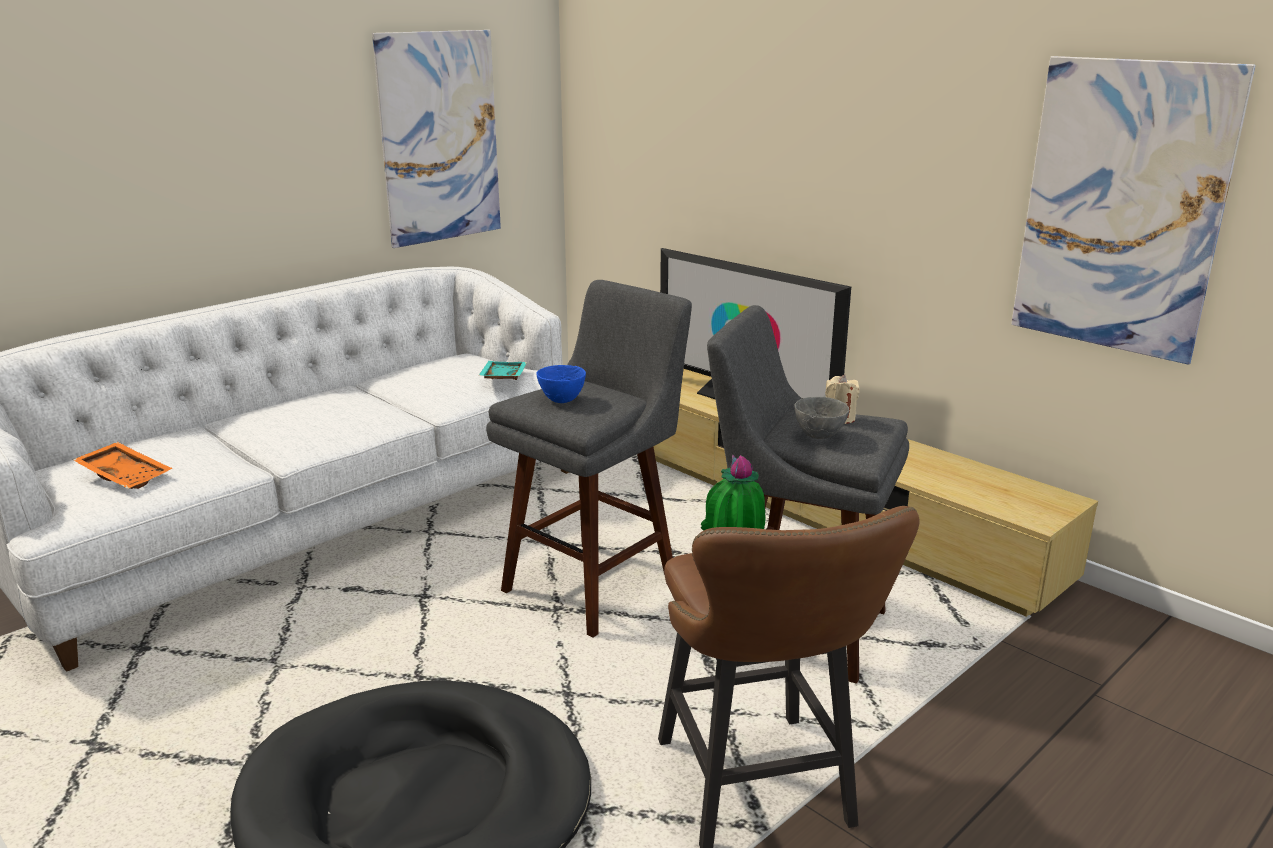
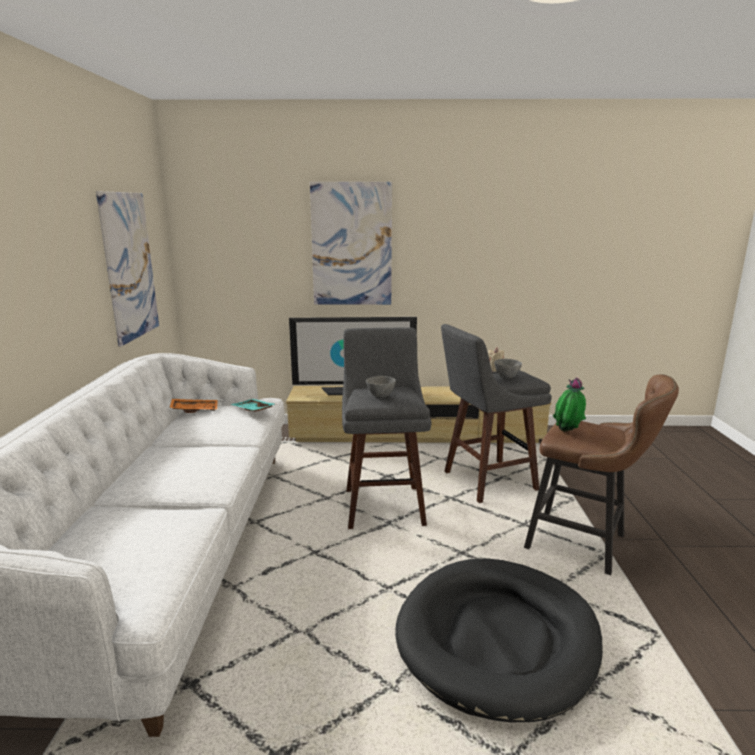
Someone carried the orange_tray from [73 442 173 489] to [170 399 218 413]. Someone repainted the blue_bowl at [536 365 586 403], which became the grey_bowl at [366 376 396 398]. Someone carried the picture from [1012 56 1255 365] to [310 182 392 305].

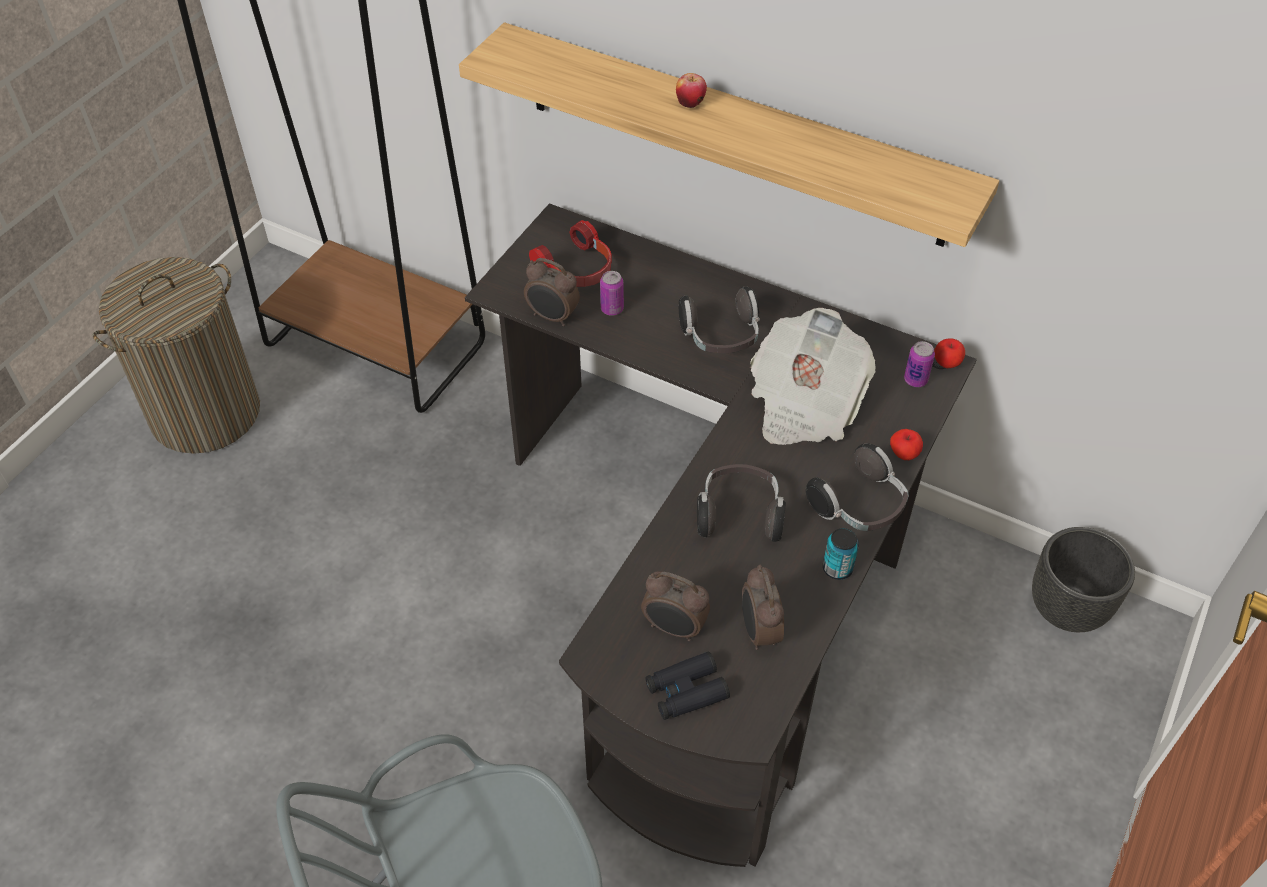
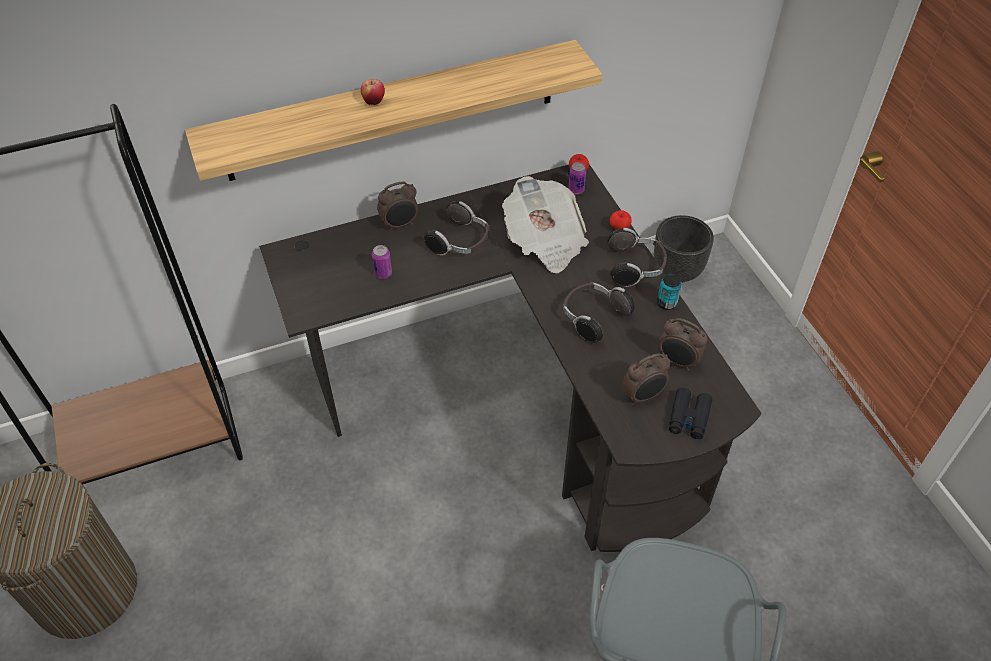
Someone carried the alarm_clock from [524 258 580 326] to [377 181 419 231]. Someone took away the headphones at [529 220 612 287].

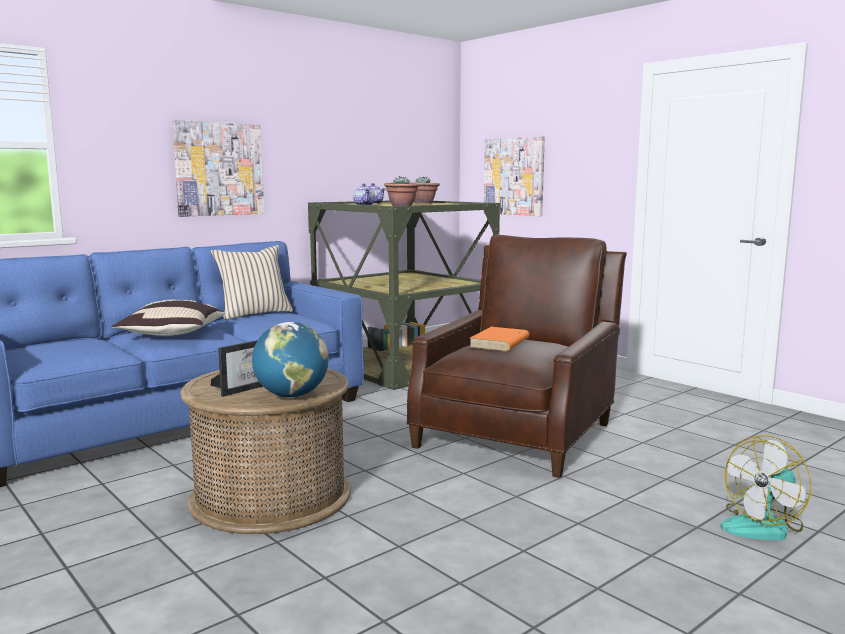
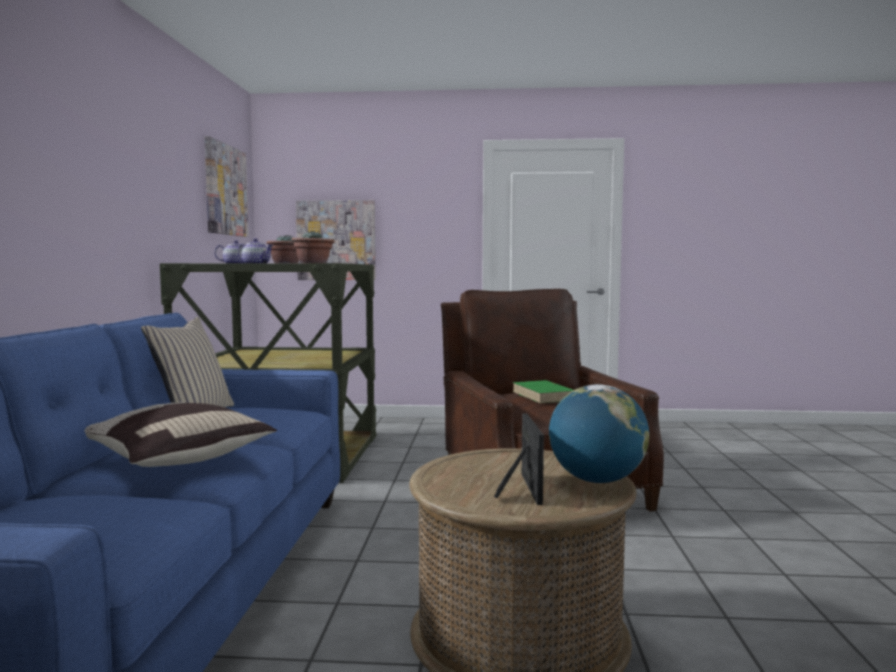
Someone carried the picture from [172 120 264 217] to [205 136 249 237]. Someone repainted the orange_book at [470 327 529 351], which became the green_book at [512 380 573 403]. Someone took away the fan at [721 435 811 540].

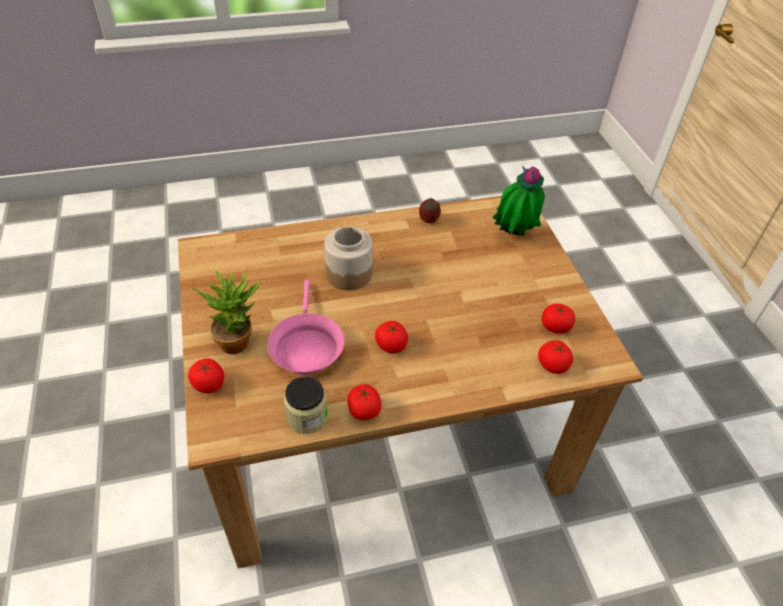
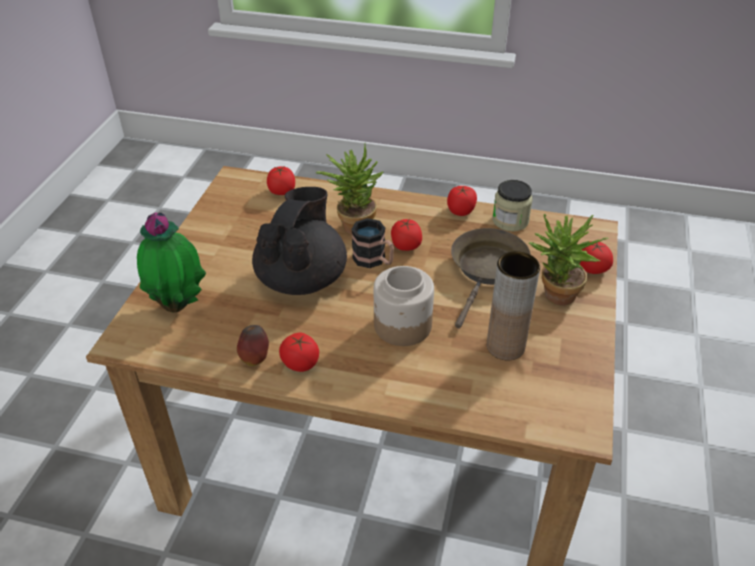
Someone repainted the pink_frying_pan at [267 280 344 375], which became the brown_frying_pan at [451 228 531 328]. Someone carried the tomato from [542 304 575 334] to [279 333 319 372]. Someone put down the black_teapot at [252 187 347 295]. Someone put down the potted_plant at [316 144 383 235]. Someone put down the mug at [351 218 394 268]. Someone put down the brown_vase at [487 251 540 361].

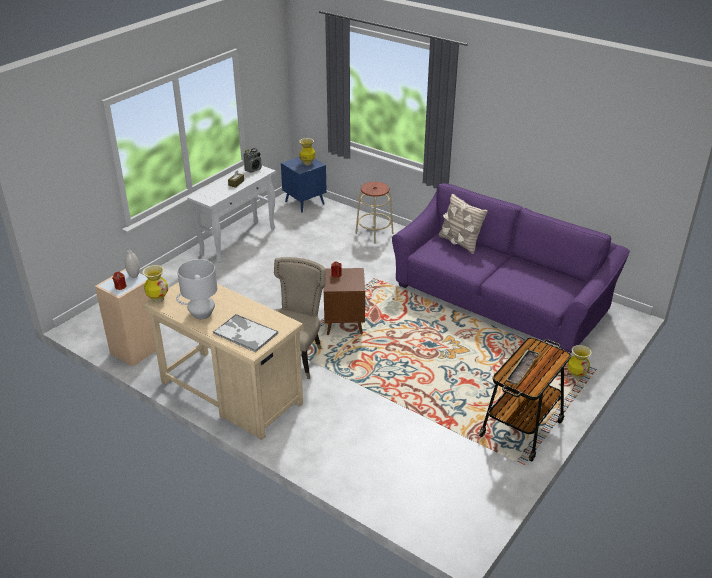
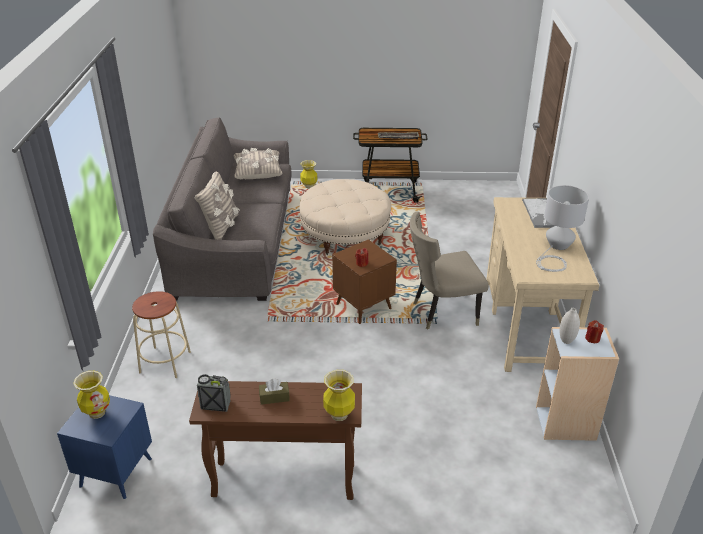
Someone carried the vase from [142 265 168 303] to [323 370 355 421]. Someone repainted the white_console_table at [187 166 276 263], which became the brown_console_table at [189 381 362 500]. Someone repainted the purple_sofa at [392 183 630 354], which became the grey_sofa at [153 117 291 301]. Someone put down the beige_pillow at [234 147 282 180]. Someone put down the beige_ottoman at [300 179 391 255].

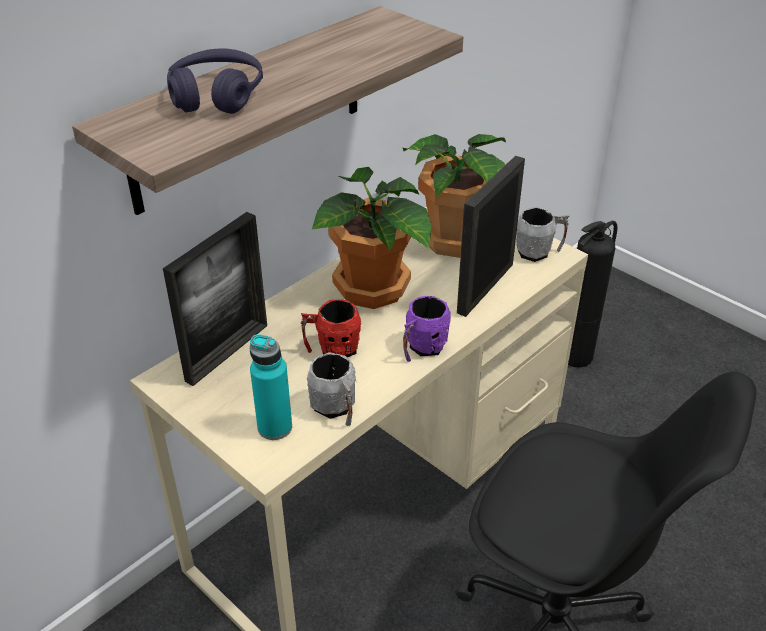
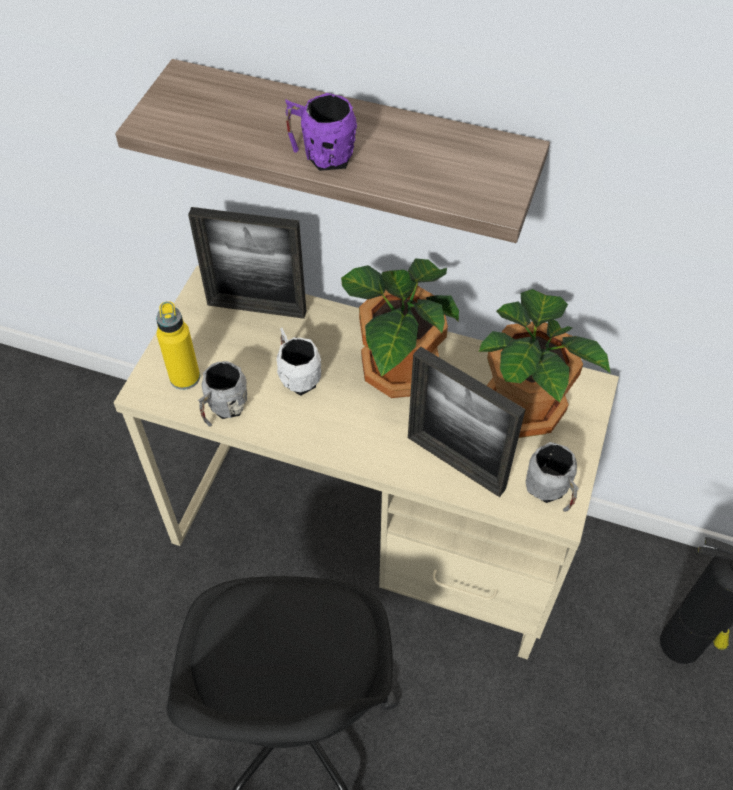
Someone took away the purple_headphones at [167 48 263 114]. Someone repainted the turquoise_bottle at [250 334 292 440], which became the yellow_bottle at [156 301 200 390]. Someone repainted the red_mug at [301 299 361 357], which became the white_mug at [276 328 321 396]. Someone carried the purple_mug from [403 296 451 362] to [285 93 357 171]. Someone rotated the picture_frame at [457 156 525 317] by 150 degrees counterclockwise.

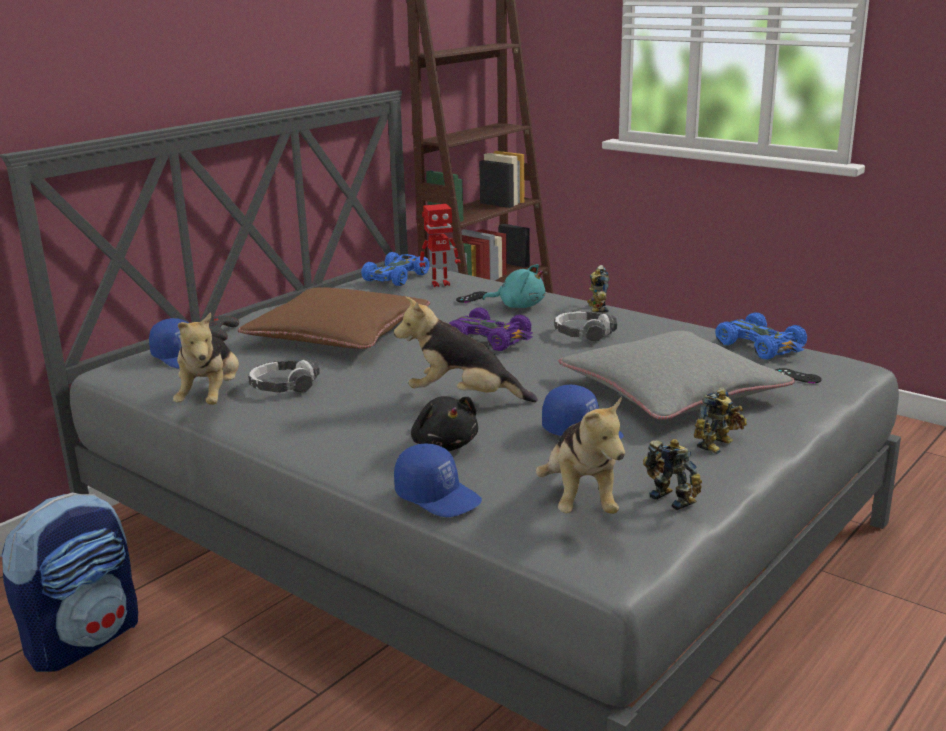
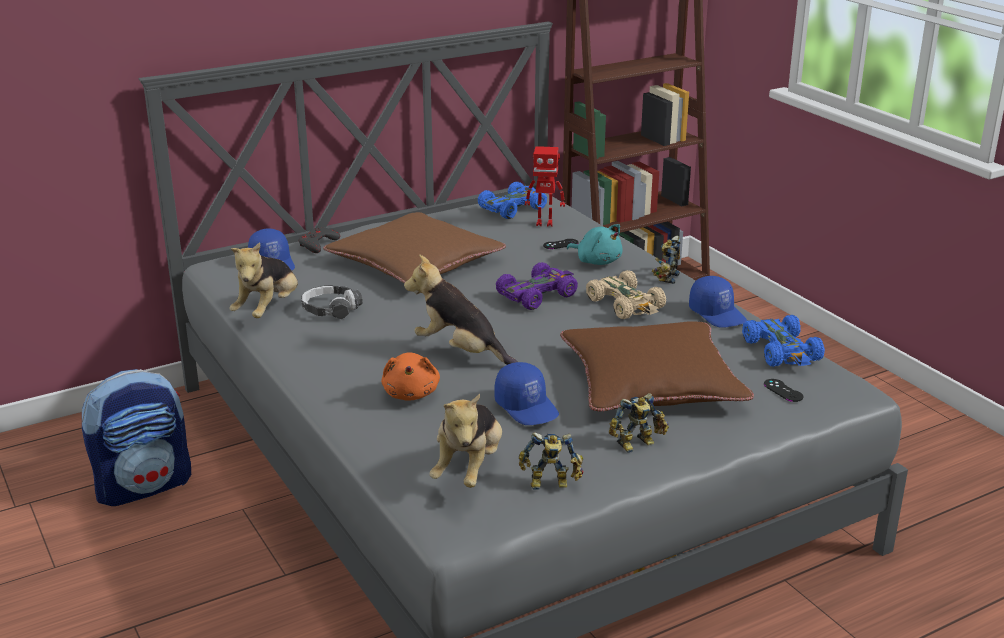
Someone carried the blue_cap from [394 443 482 517] to [689 276 747 328]. Someone repainted the black_plush_toy at [411 396 478 451], which became the orange_plush_toy at [381 352 440 401]. Someone rotated the purple_toy_car at [449 307 533 351] by 90 degrees counterclockwise. Someone swapped the headphones at [554 311 617 342] for the beige_toy_car at [586 270 666 319]. Someone repainted the grey_pillow at [558 331 795 419], which became the brown_pillow at [560 321 754 412]. Someone rotated the toy_robot at [643 439 702 510] by 105 degrees clockwise.

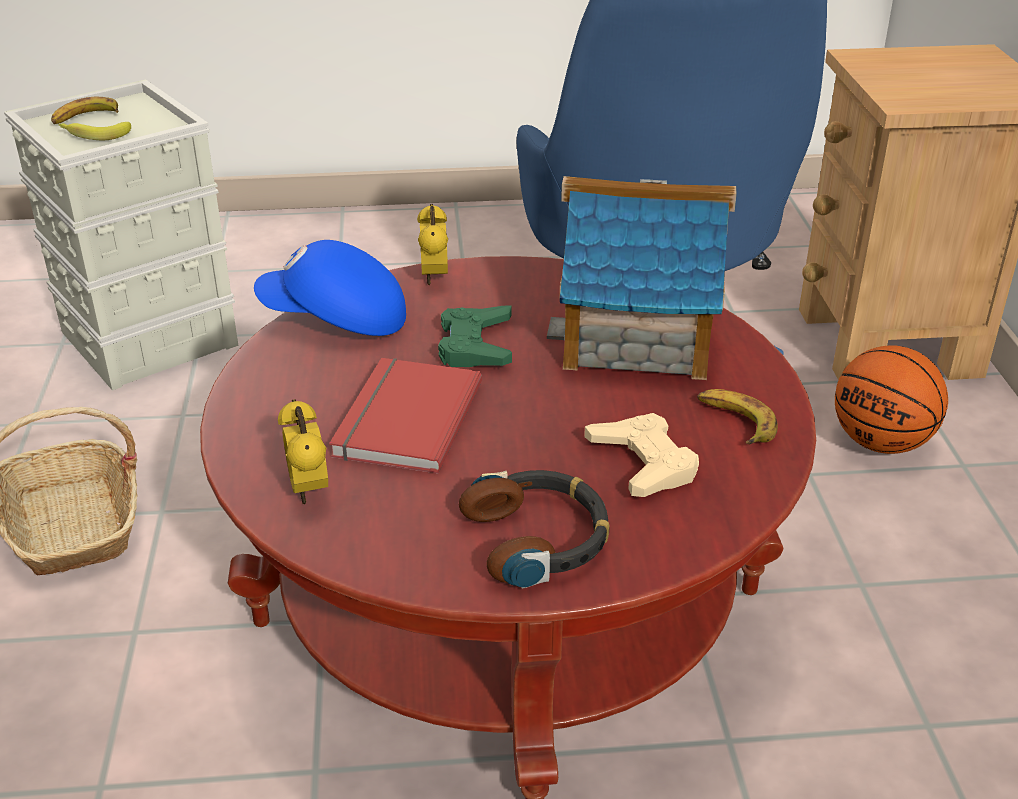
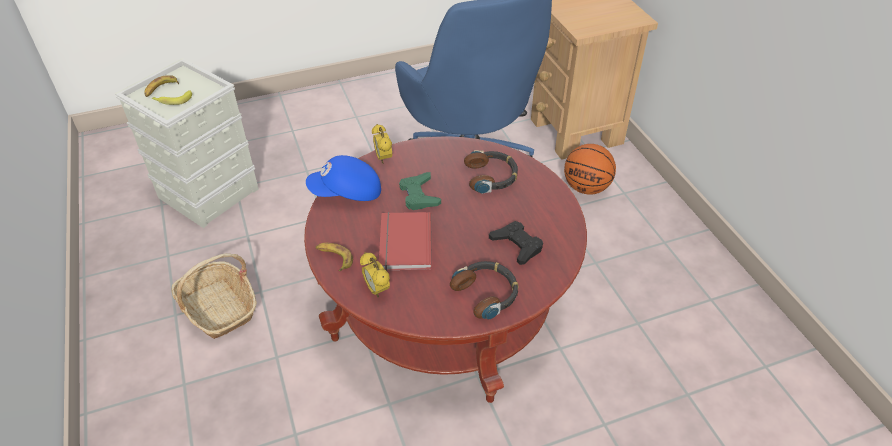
Someone swapped the toy_house at [547 176 737 380] for the headphones at [464 150 518 194]. Someone repainted the beige_game_controller at [584 413 699 497], which became the black_game_controller at [489 221 543 265]. Someone carried the banana from [697 389 778 445] to [315 243 353 271].

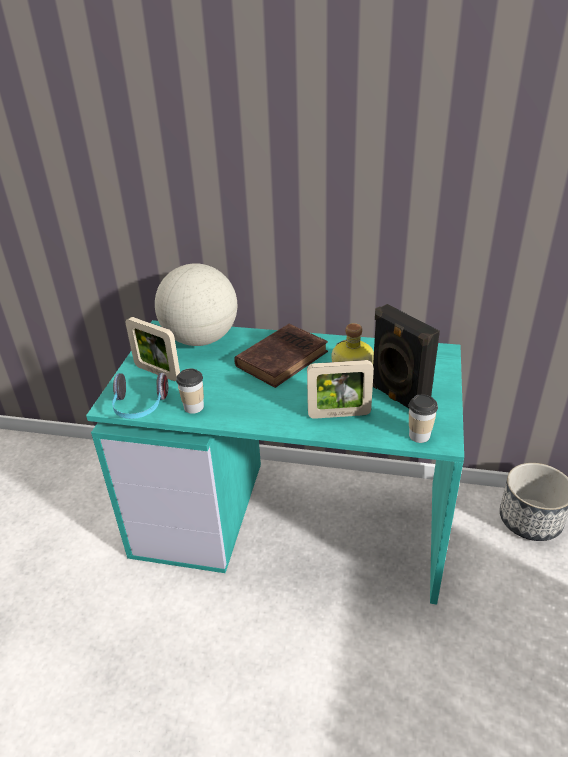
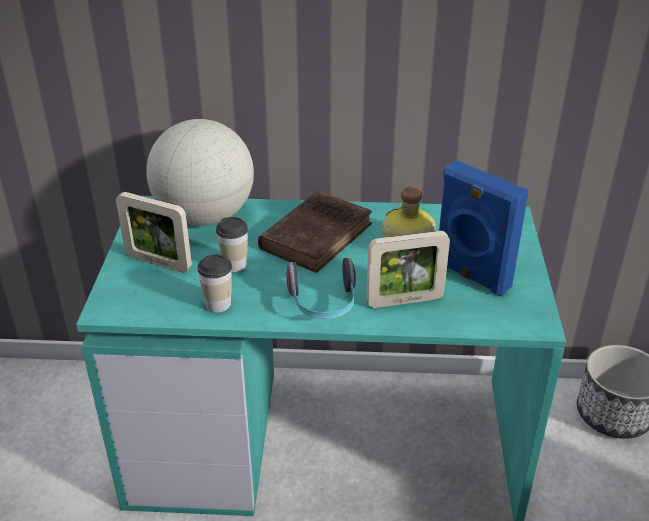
Someone carried the headphones from [112 373 168 419] to [286 258 356 319]. Someone repainted the black_speaker at [373 304 440 408], which became the blue_speaker at [439 160 529 296]. Someone carried the cup from [409 395 438 443] to [216 217 248 272].

